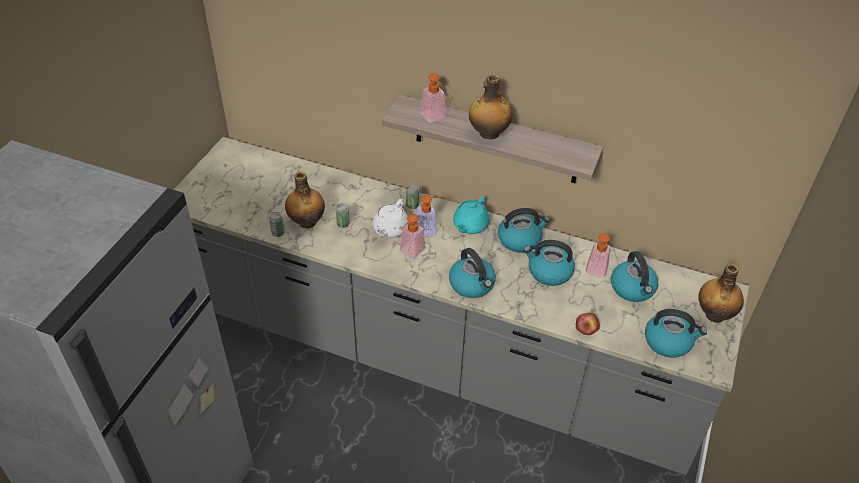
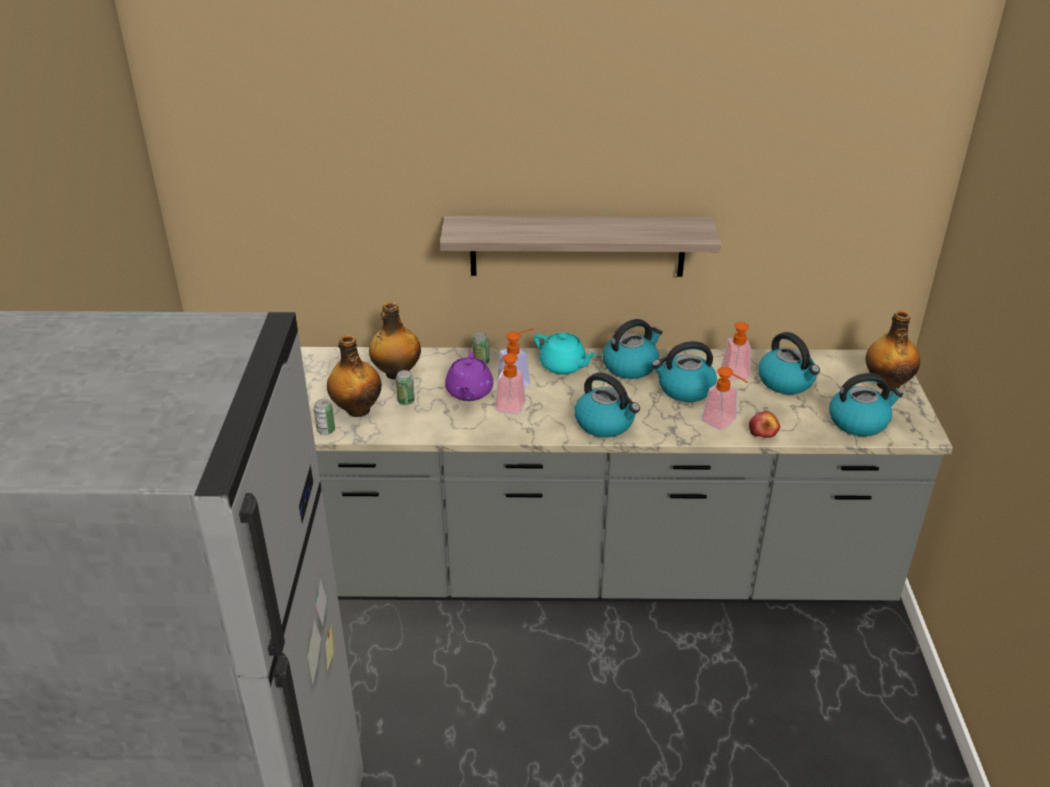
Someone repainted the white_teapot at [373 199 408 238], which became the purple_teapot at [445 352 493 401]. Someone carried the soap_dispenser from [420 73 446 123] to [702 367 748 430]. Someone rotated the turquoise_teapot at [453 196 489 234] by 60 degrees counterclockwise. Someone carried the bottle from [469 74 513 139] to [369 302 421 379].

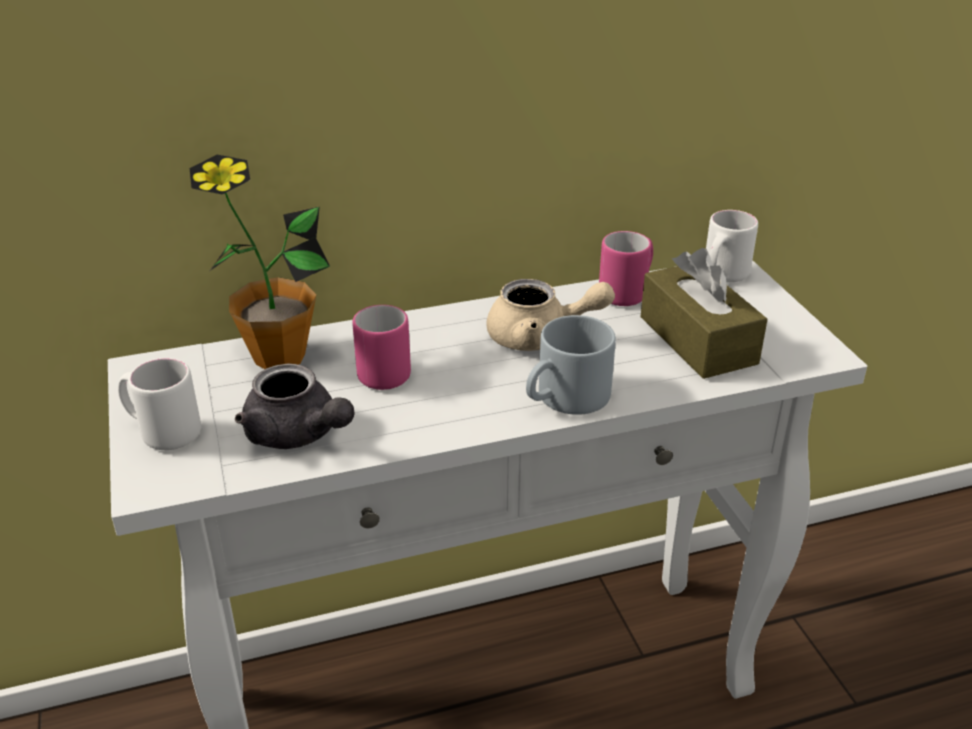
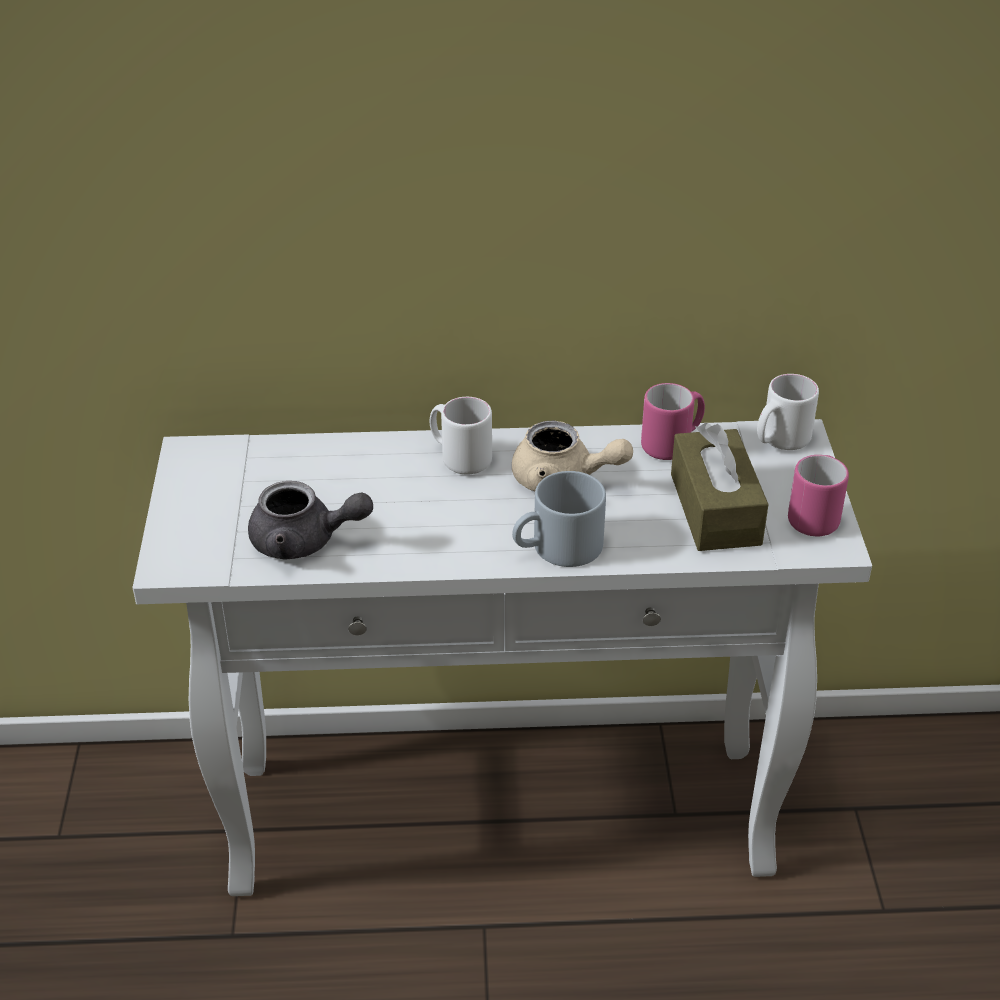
Someone carried the white_mug from [118 358 201 450] to [429 397 492 475]. Someone took away the potted_plant at [190 155 330 369]. Someone rotated the grey_teapot at [235 364 355 449] by 45 degrees counterclockwise. Someone carried the pink_mug from [352 305 411 390] to [788 455 849 537].

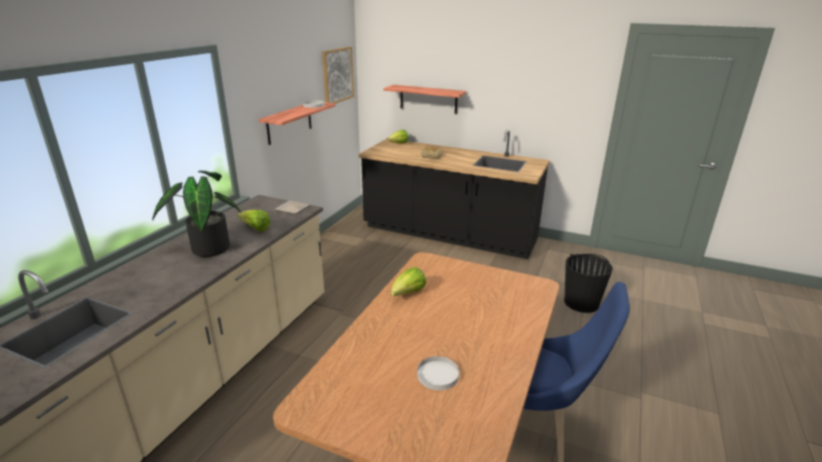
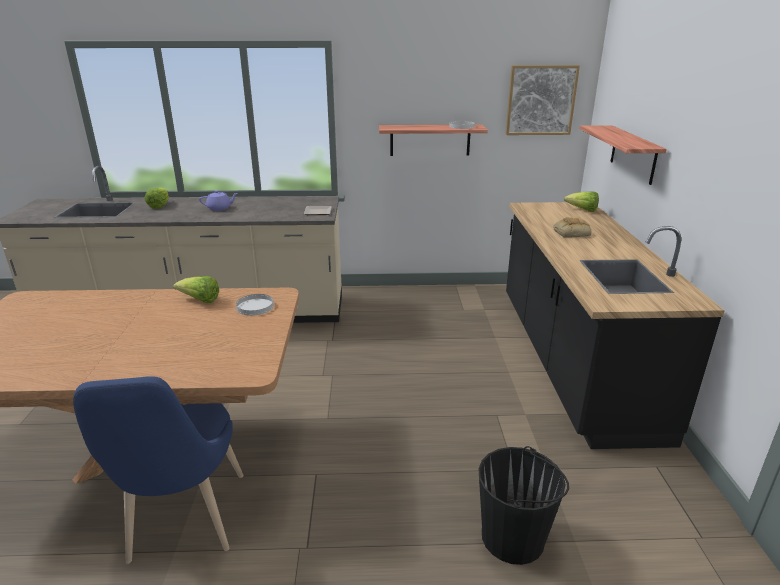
Someone swapped the potted_plant at [152 171 241 257] for the purple_teapot at [199 190 238 211]. Someone carried the lettuce from [237 210 270 232] to [145 188 169 209]. Someone carried the white_plate from [417 356 459 390] to [236 294 274 316].

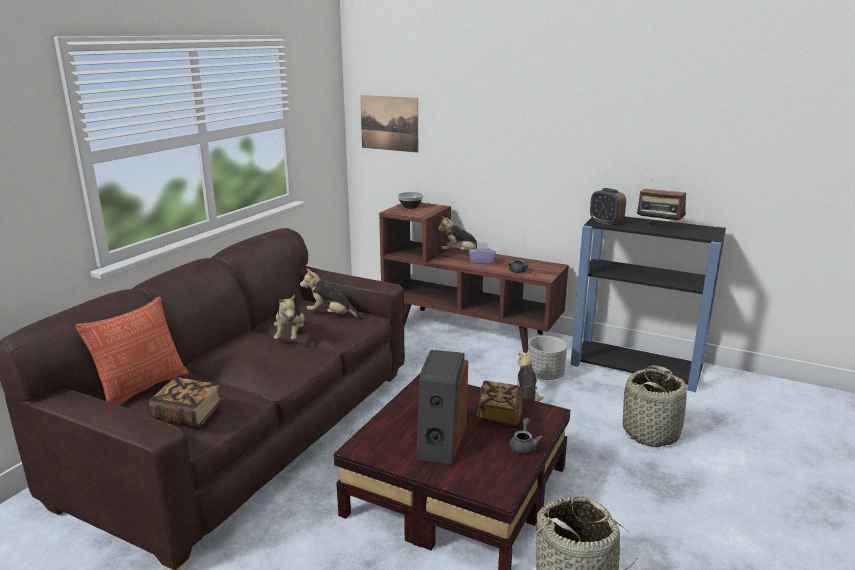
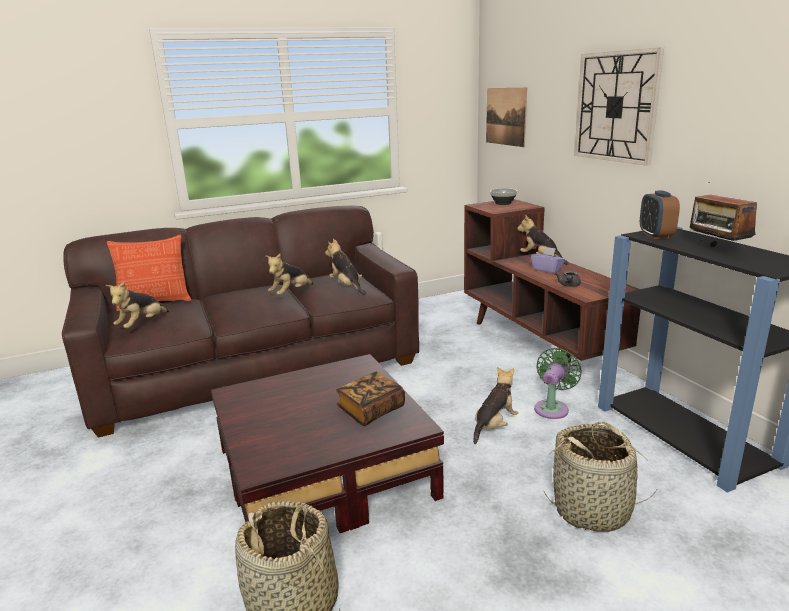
Someone swapped the book at [148 377 223 427] for the plush_toy at [106 282 169 329]. Someone took away the speaker at [416 350 468 464]. Someone took away the grey_teapot at [509 418 543 455]. Someone swapped the grey_planter at [528 336 567 380] for the green_fan at [534 348 582 419]. Someone put up the wall_clock at [574 47 664 166].

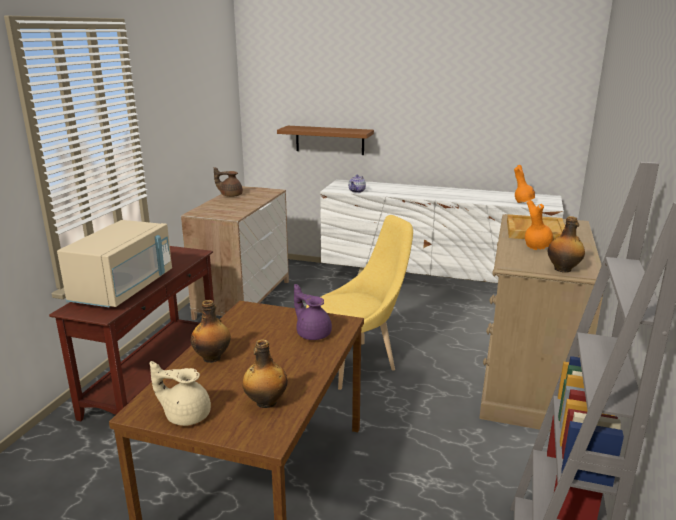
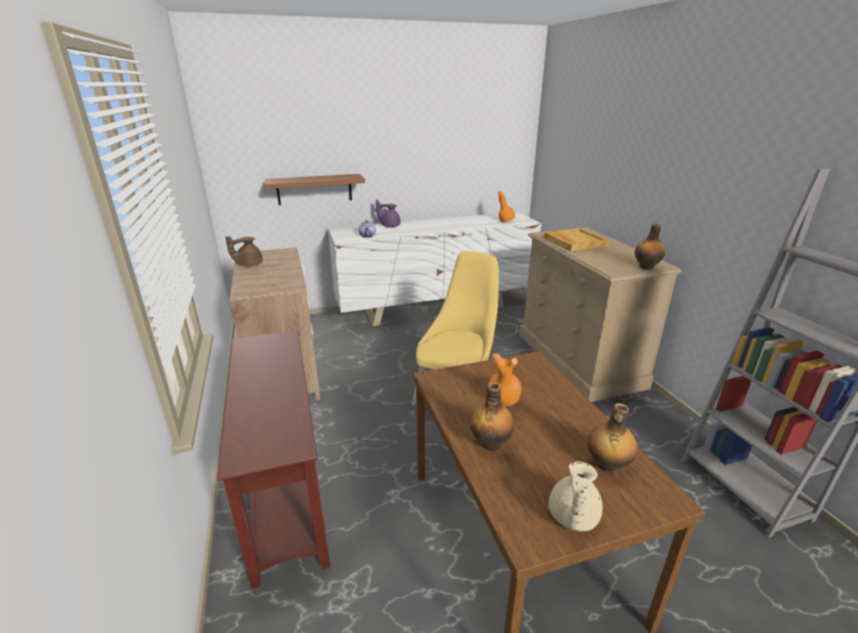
Someone took away the beige_microwave at [57 220 172 307]. Someone rotated the beige_teapot at [150 361 211 426] by 45 degrees counterclockwise. Someone carried the purple_teapot from [294 284 332 340] to [376 200 401 227]. Someone carried the orange_vase from [525 200 553 250] to [488 353 521 406].

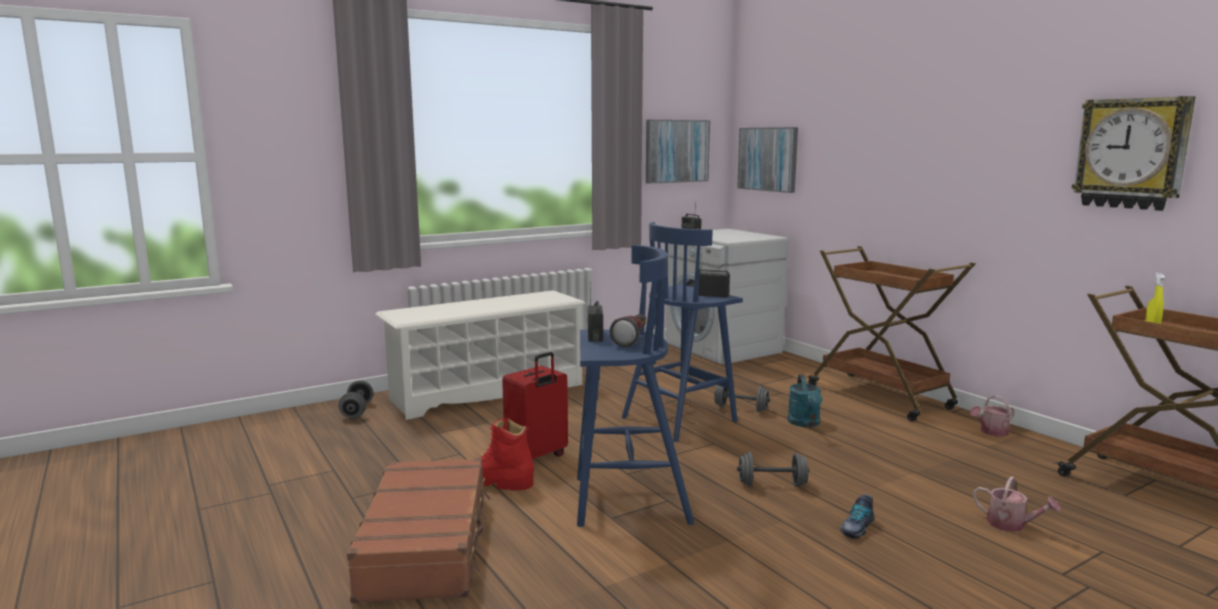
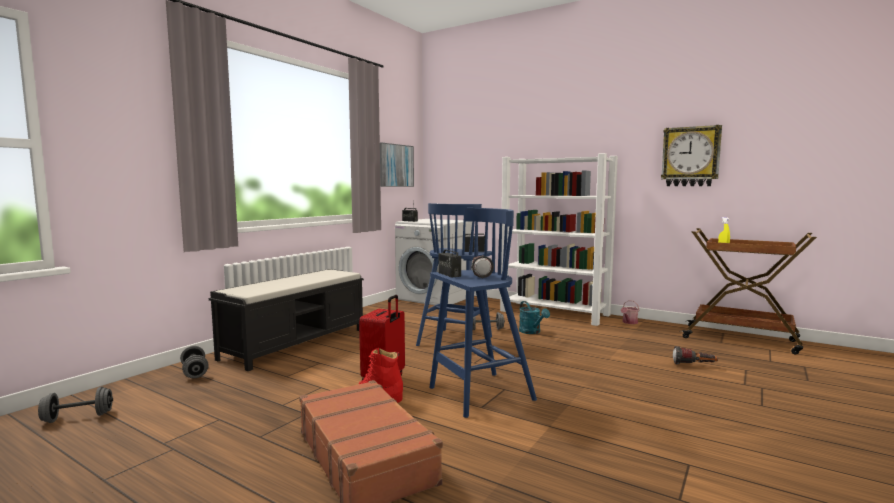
Someone swapped the white_shoe_rack at [375 290 586 420] for the black_bench at [209 269 364 371]. Someone took away the picture at [737 127 798 193]. Someone carried the grey_dumbbell from [737 452 809 487] to [38 387 113 423]. Someone swapped the brown_cart at [806 246 976 421] for the white_bookcase at [500 153 618 326]. Someone took away the shoe at [840 494 874 539]. Someone swapped the watering_can at [973 476 1061 532] for the flashlight at [673 346 718 364].

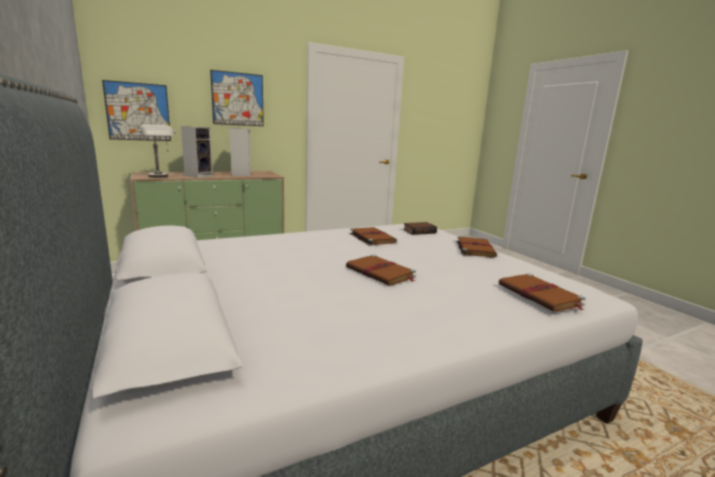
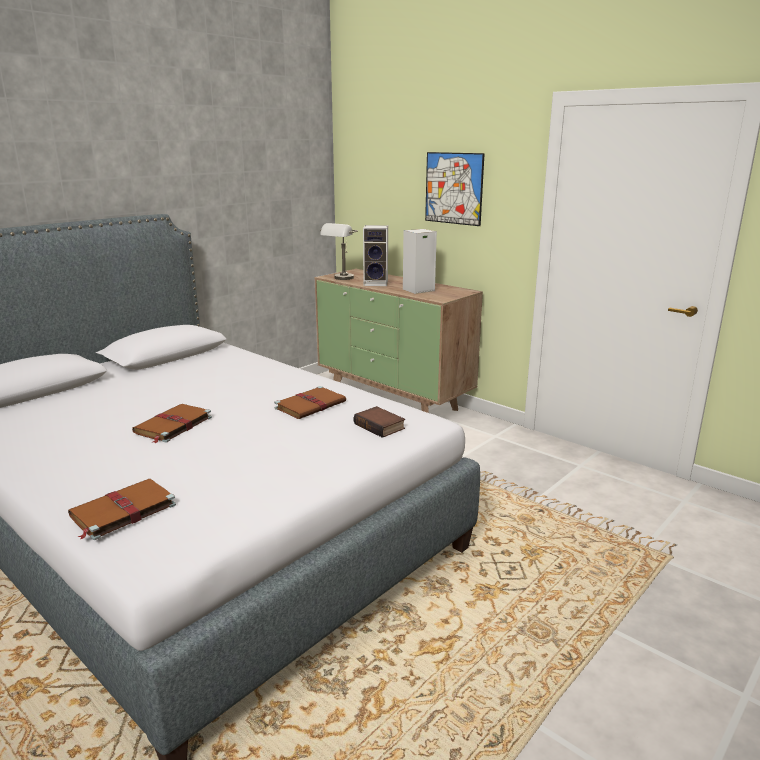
Someone took away the picture at [102 80 171 141]. Someone took away the brown_book at [456 236 497 258].

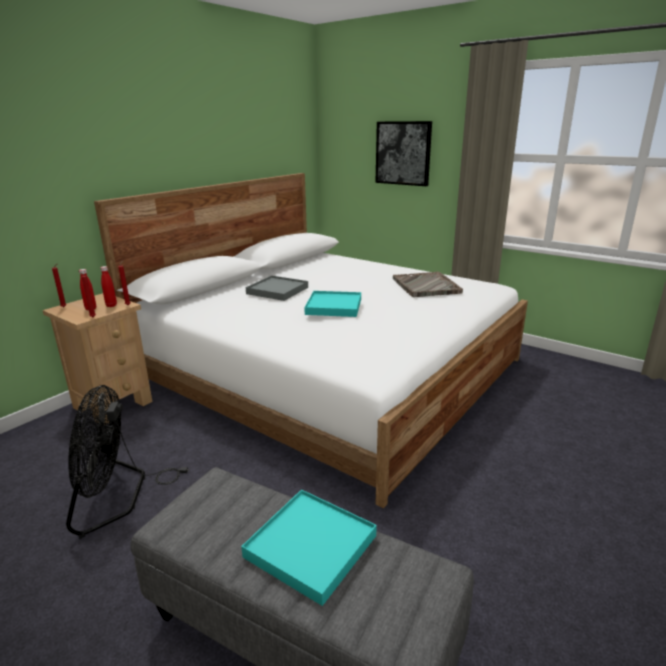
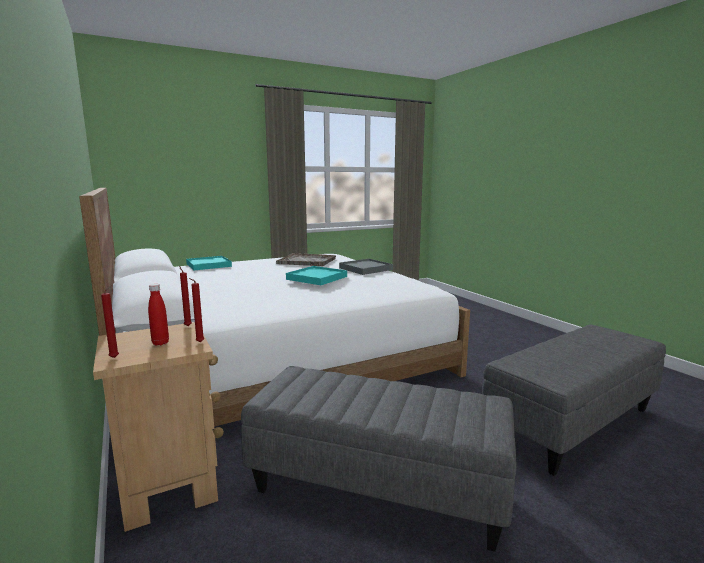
Someone swapped the black_fan at [66 385 190 539] for the grey_ottoman at [241 366 517 552]. Someone took away the red_bottle at [100 266 117 307]. Someone carried the turquoise_tray from [241 489 377 606] to [186 256 232 270]. Someone carried the grey_tray from [246 276 308 301] to [339 259 393 275]. Someone took away the picture at [376 121 432 186].

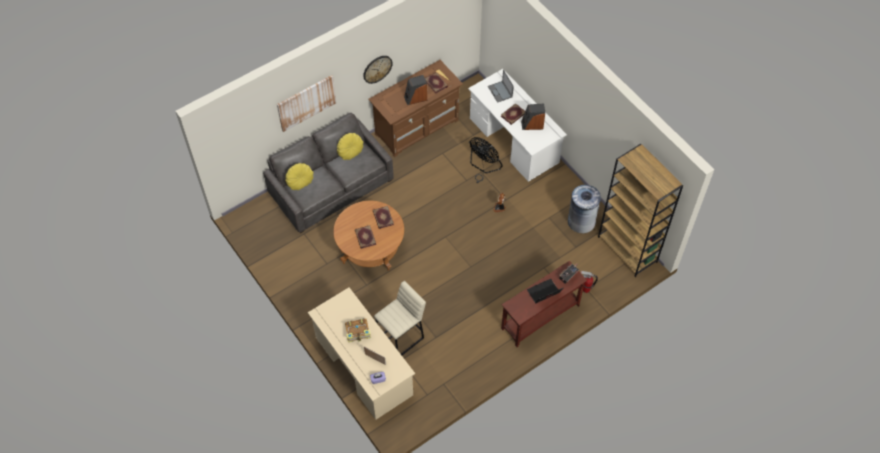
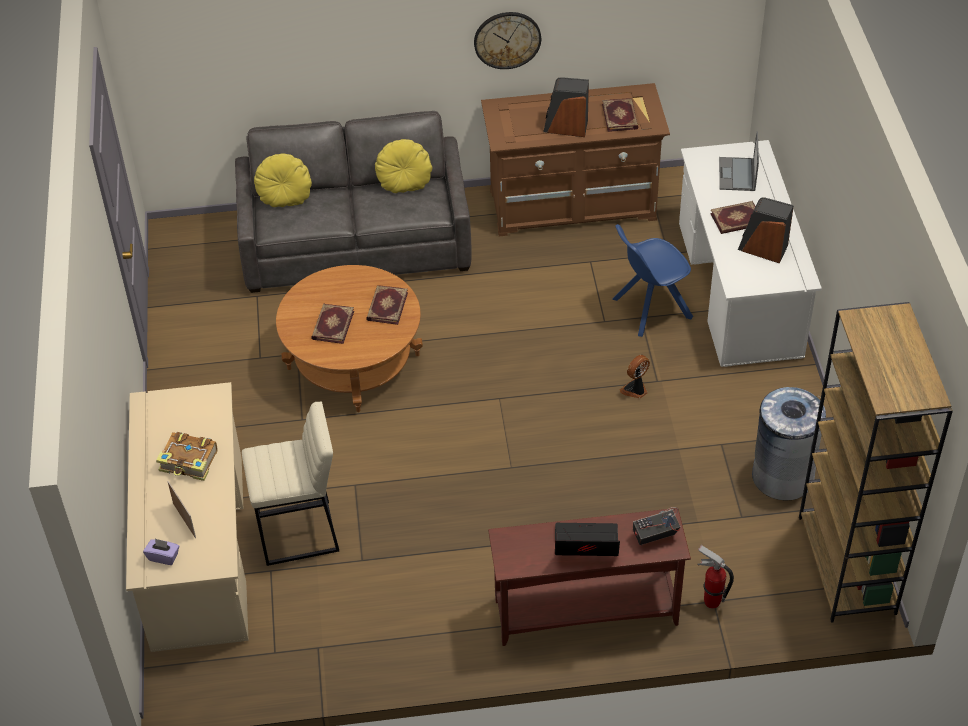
Someone took away the picture at [277 75 336 132]. Someone swapped the black_fan at [469 137 503 183] for the blue_chair at [612 224 693 337].

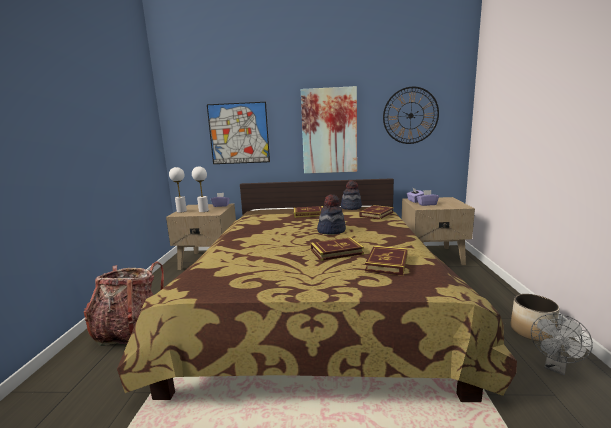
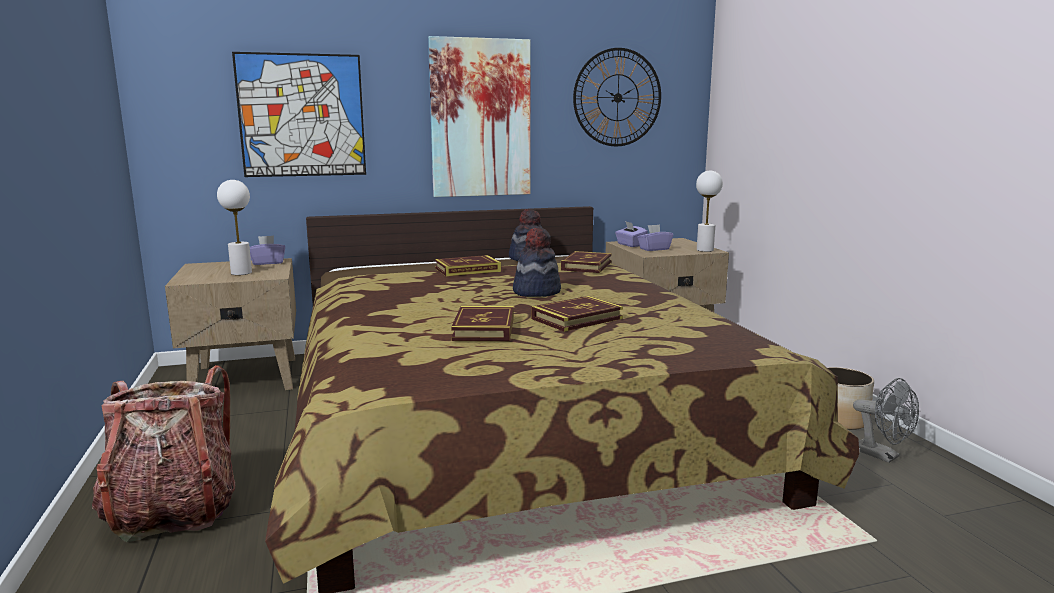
Someone carried the white_table_lamp from [169 167 187 213] to [696 171 723 252]. Someone carried the book from [365 246 408 276] to [451 306 514 341]. Someone rotated the grey_fan at [531 313 593 375] by 60 degrees counterclockwise.

